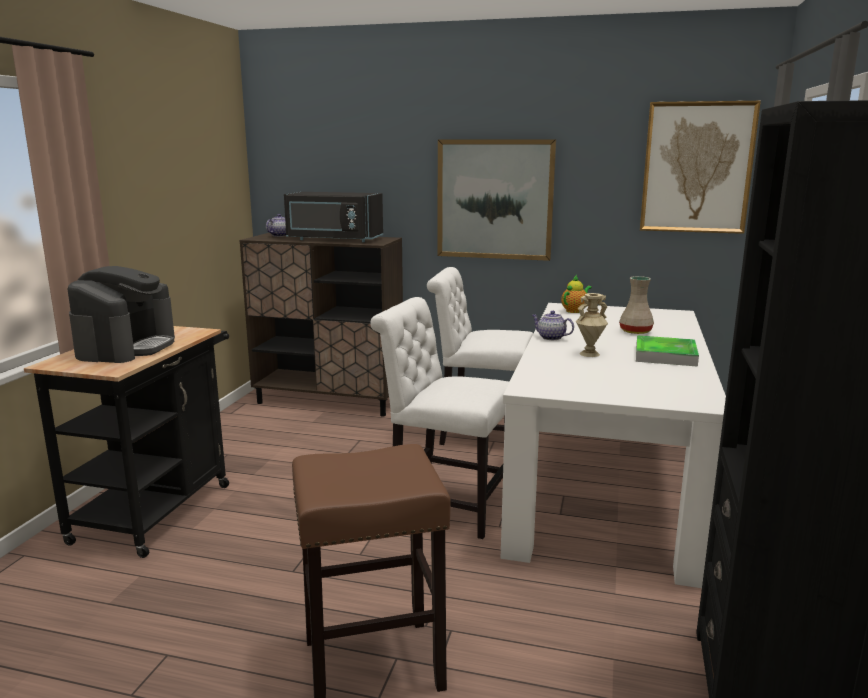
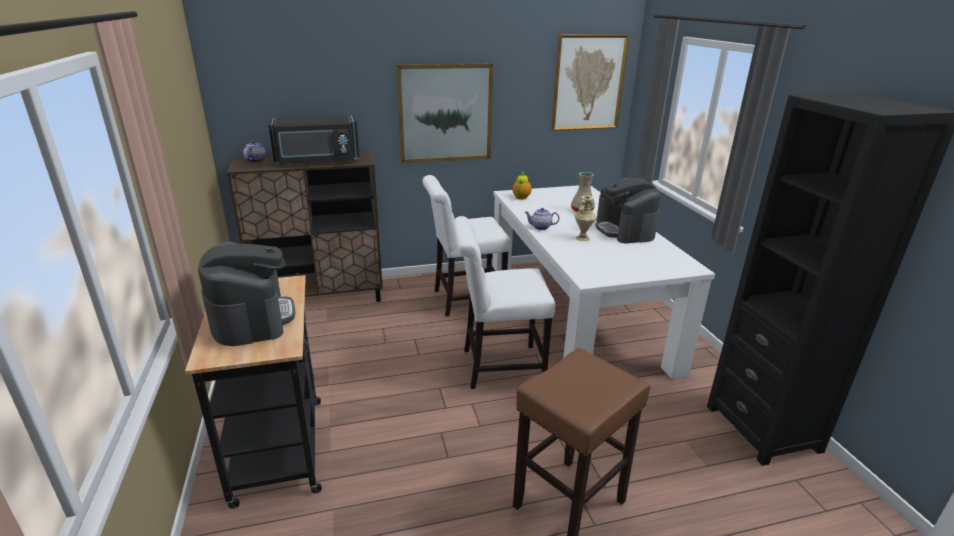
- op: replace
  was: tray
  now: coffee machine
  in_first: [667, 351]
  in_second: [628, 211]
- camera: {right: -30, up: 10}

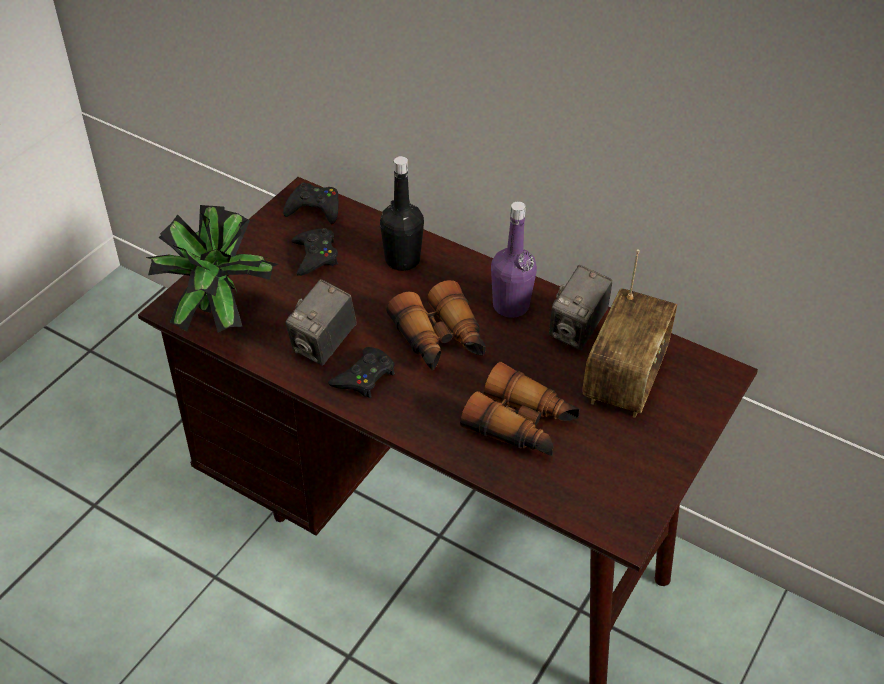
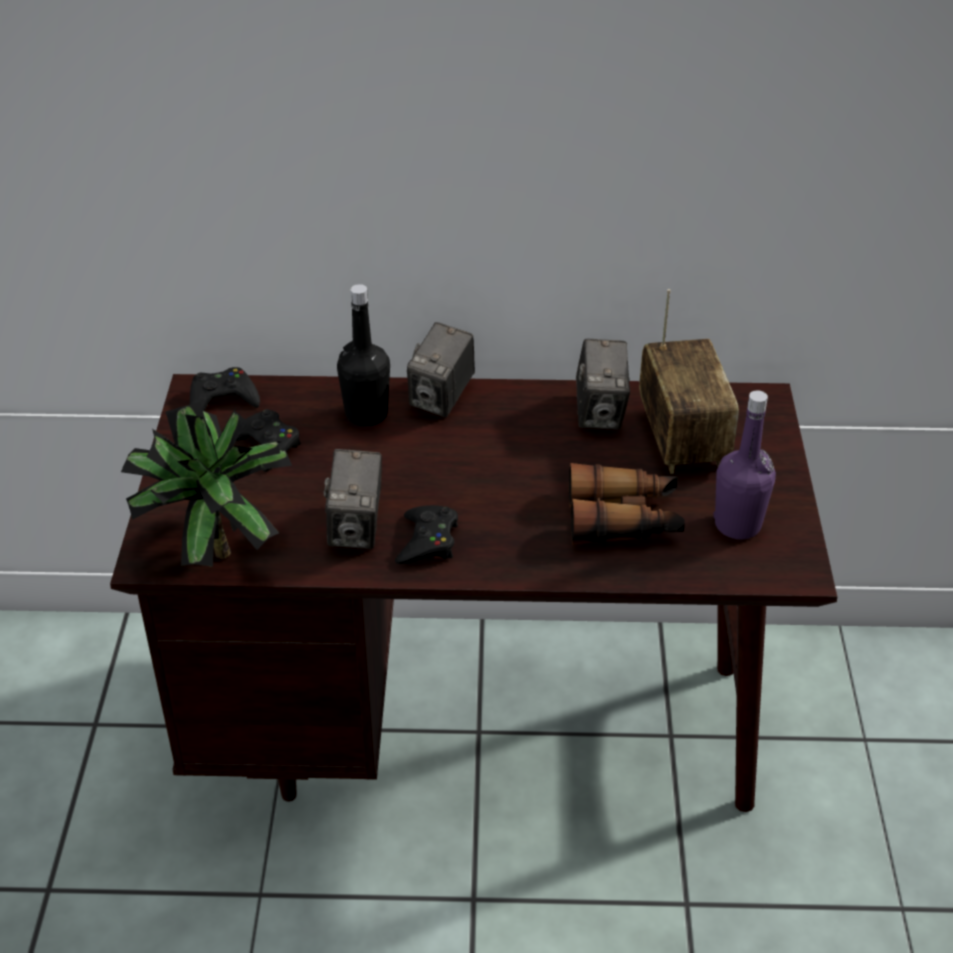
- op: delete
  was: binoculars
  in_first: [436, 325]
- op: insert
  now: photo camera
  in_second: [441, 369]
- op: move
  was: bottle/purple
  in_first: [514, 259]
  in_second: [744, 464]
- camera: {right: -30, up: -5}

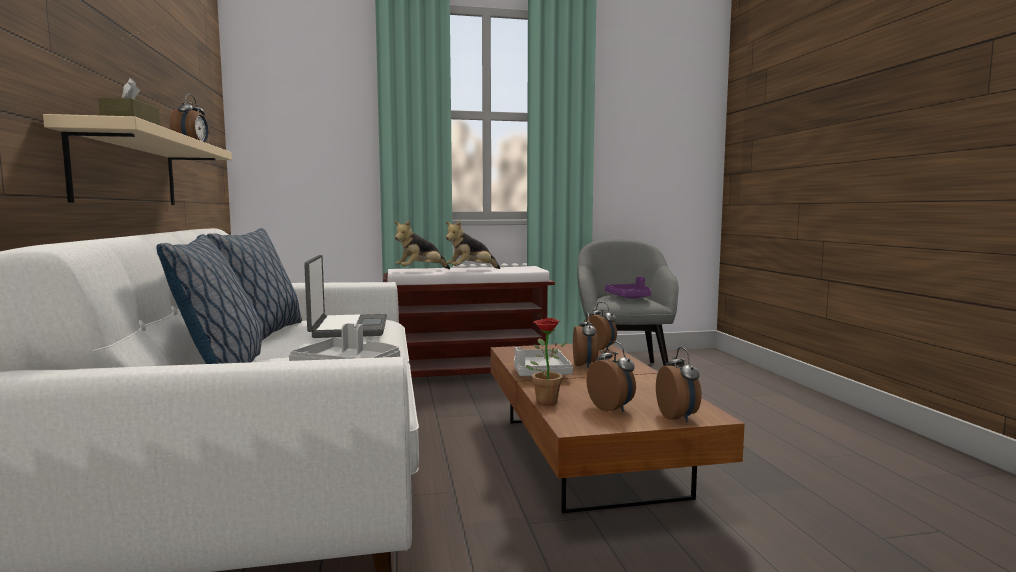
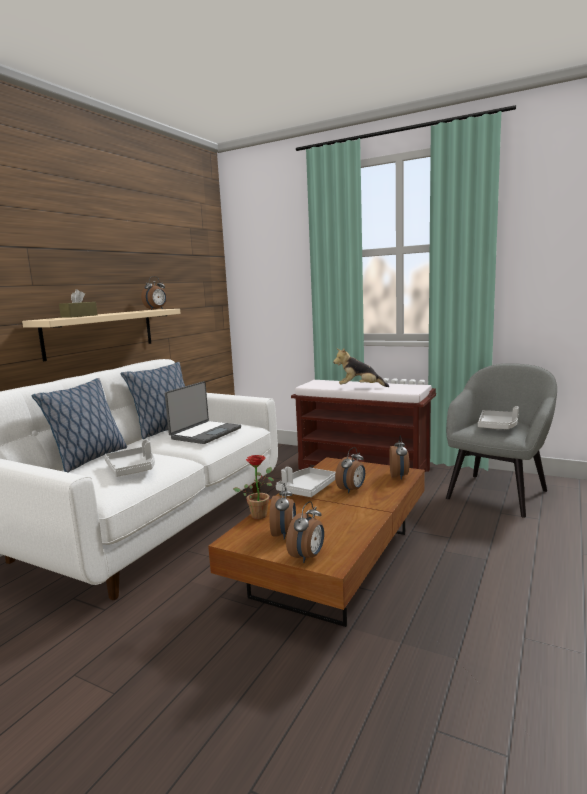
- op: delete
  was: plush toy
  in_first: [422, 244]
- op: recolor
  was: tray/purple
  now: tray/grey
  in_first: [628, 288]
  in_second: [498, 417]
- camera: {right: 40, up: 5}

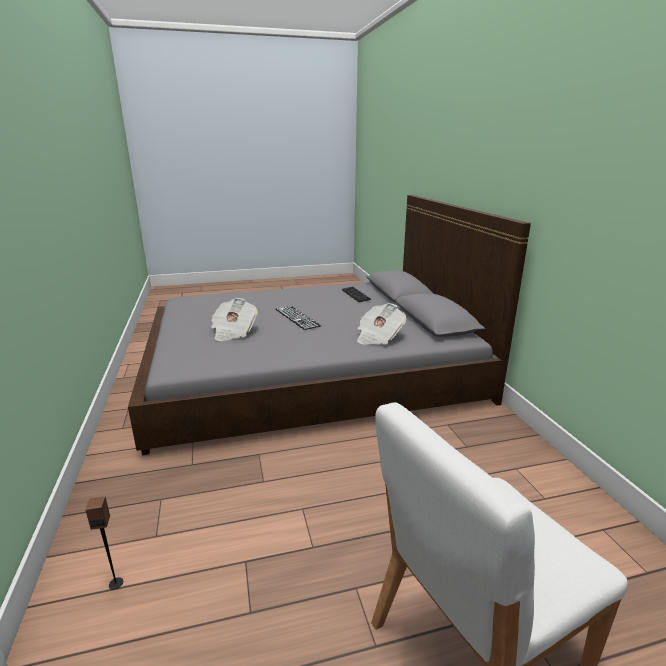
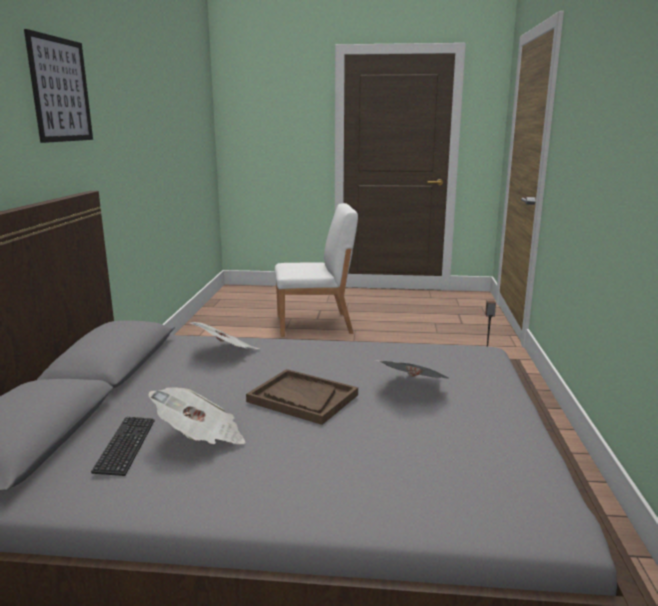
- op: insert
  now: picture
  in_second: [58, 86]
- op: insert
  now: newspaper
  in_second: [197, 415]
- op: replace
  was: keyboard
  now: tray/brown
  in_first: [298, 318]
  in_second: [302, 397]
- camera: {right: -160, up: -5}

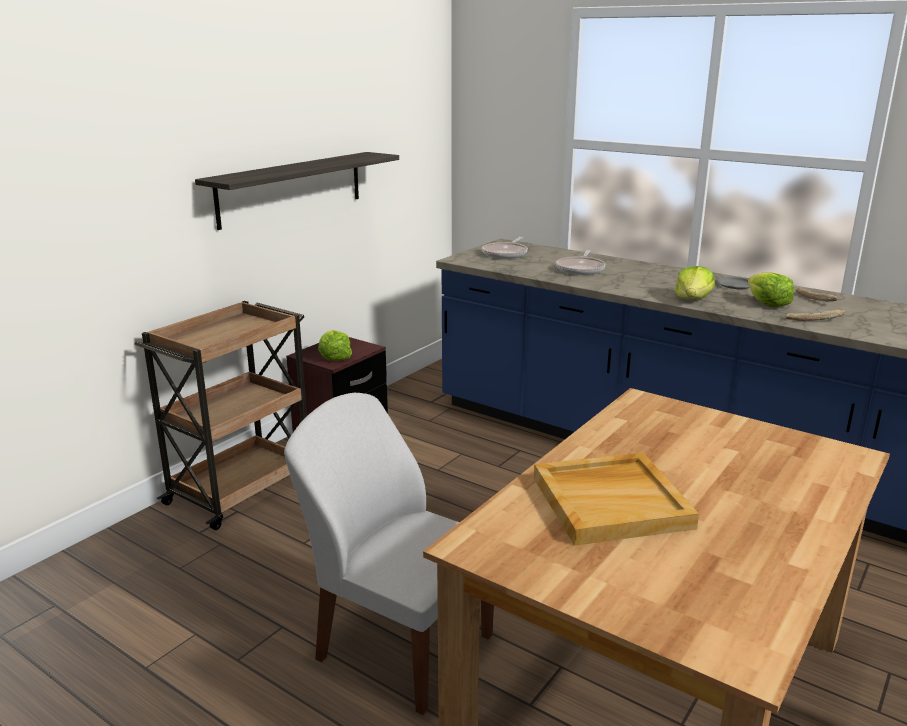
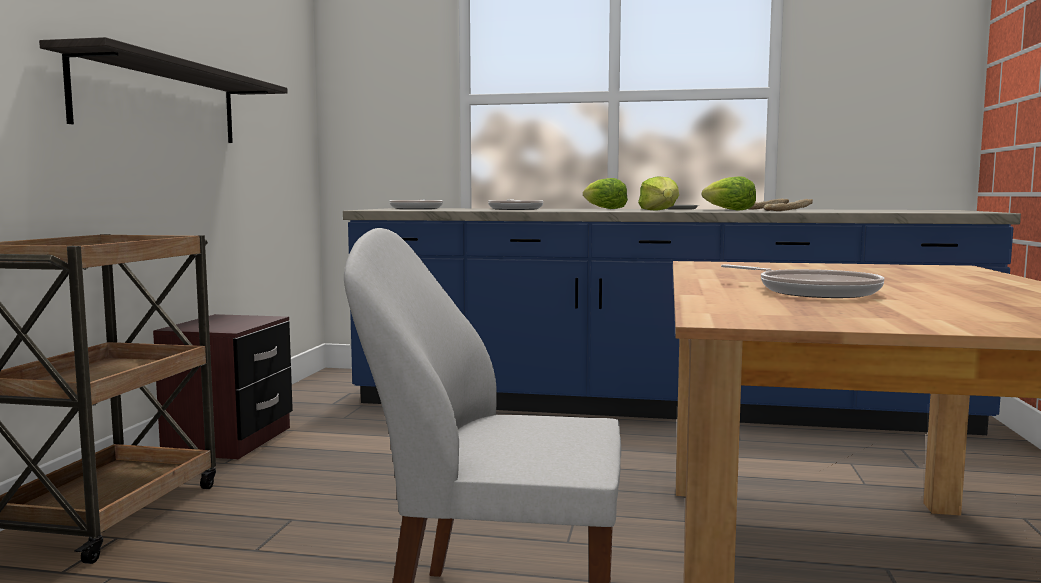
- op: move
  was: lettuce
  in_first: [335, 345]
  in_second: [605, 193]
- op: replace
  was: tray/beige
  now: frying pan
  in_first: [616, 499]
  in_second: [802, 281]
- camera: {right: -25, up: -15}

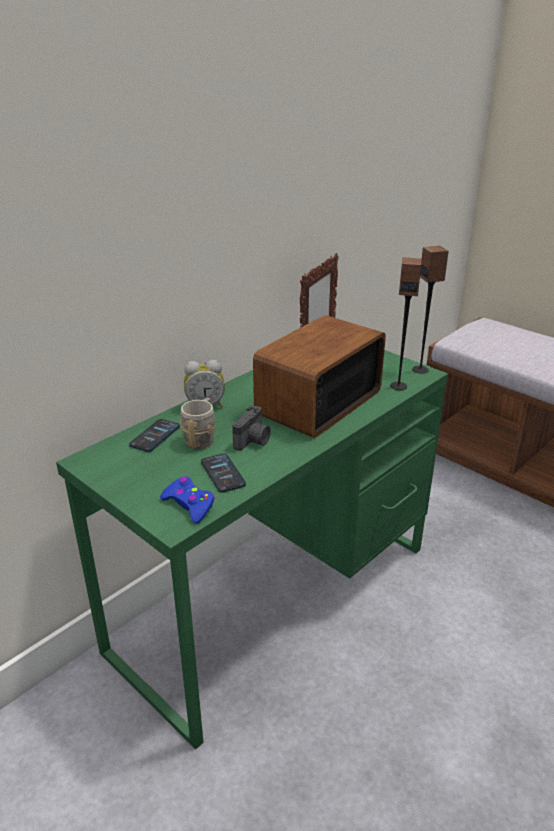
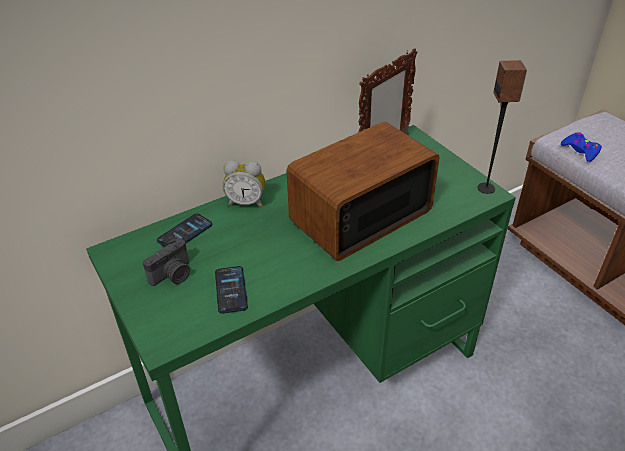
- op: delete
  was: mug/grey
  in_first: [197, 423]
- op: delete
  was: speaker
  in_first: [406, 323]
- op: move
  was: game controller/blue
  in_first: [187, 500]
  in_second: [581, 147]
- op: move
  was: photo camera
  in_first: [251, 428]
  in_second: [166, 262]
- camera: {right: 15, up: 10}

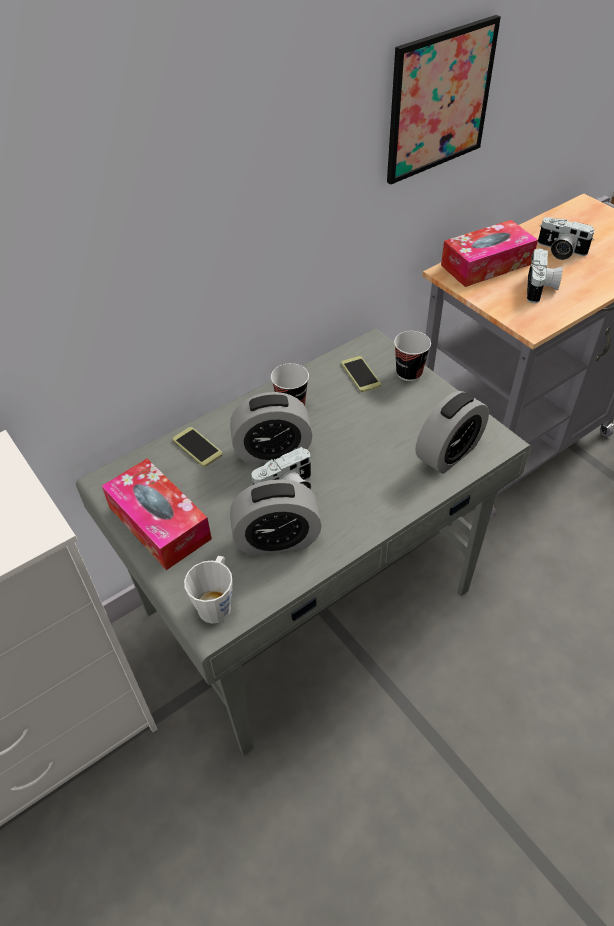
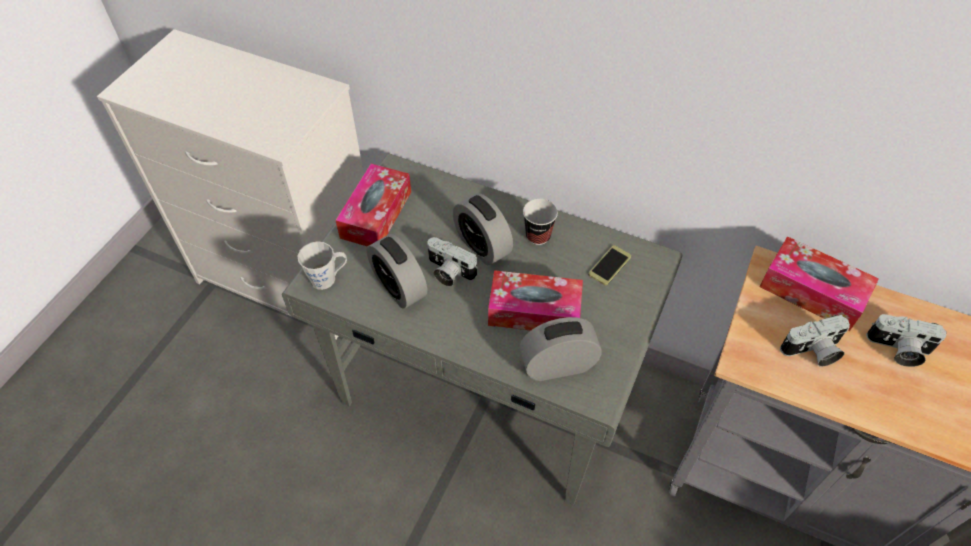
- op: delete
  was: phone
  in_first: [198, 447]
- op: delete
  was: picture
  in_first: [444, 99]
- op: delete
  was: cup
  in_first: [412, 356]
- op: insert
  now: tissue box
  in_second: [535, 300]
- op: rotate
  was: alarm clock
  in_first: [452, 432]
  in_second: [561, 349]
  clockwise: 150
- op: rotate
  was: photo camera
  in_first: [566, 238]
  in_second: [906, 340]
  clockwise: -75
- camera: {right: 60, up: 5}

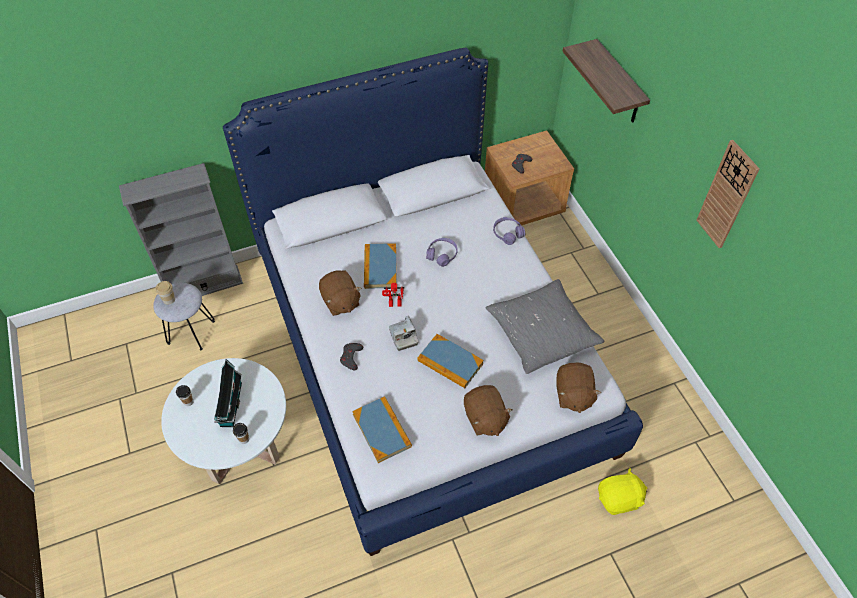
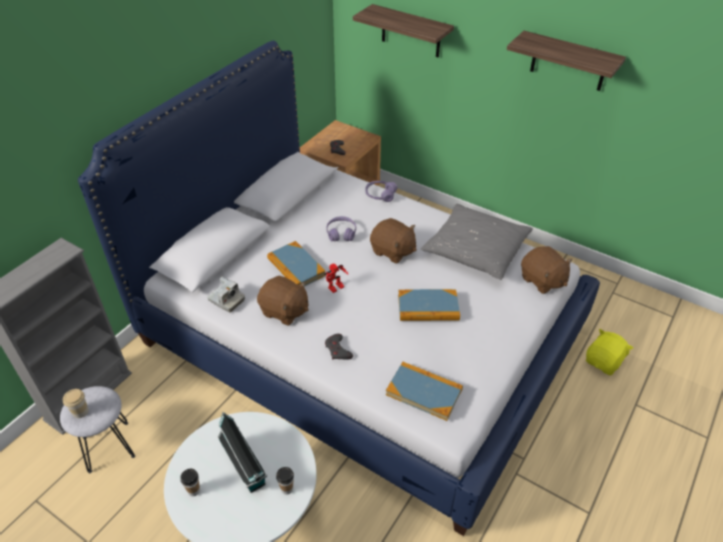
- op: move
  was: photo camera
  in_first: [403, 333]
  in_second: [226, 295]
- op: move
  was: plush toy/brown
  in_first: [488, 410]
  in_second: [393, 241]
- op: replace
  was: wall clock
  now: shelf
  in_first: [728, 194]
  in_second: [566, 61]
- camera: {right: -35, up: -10}

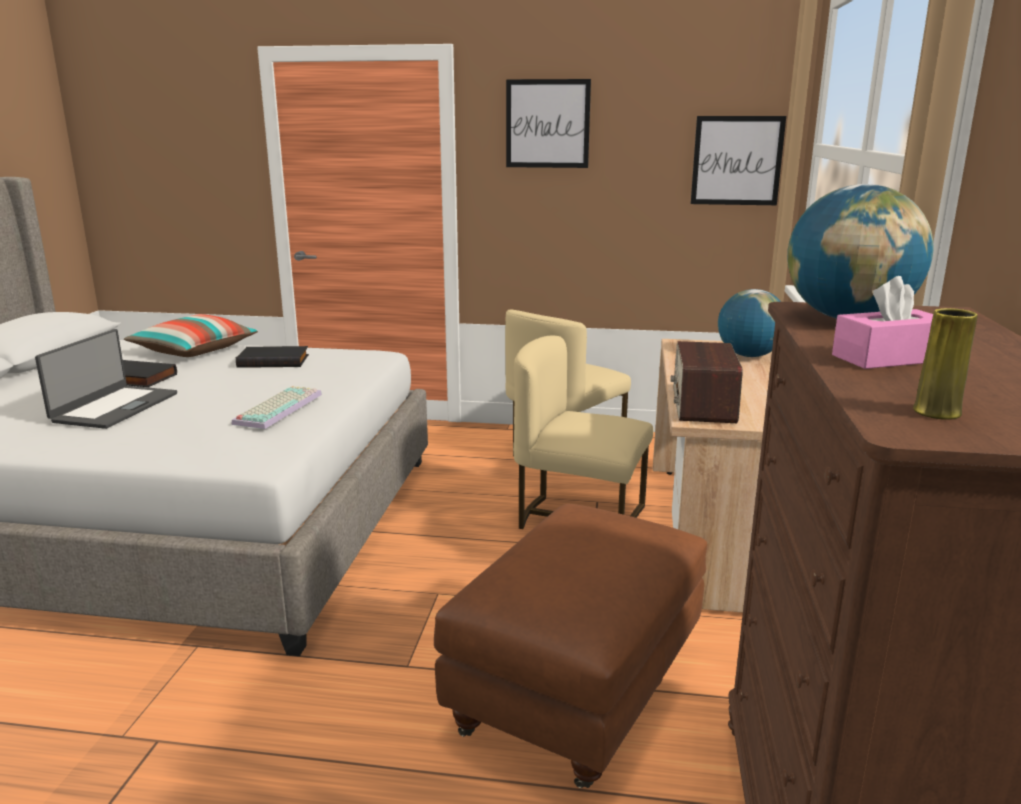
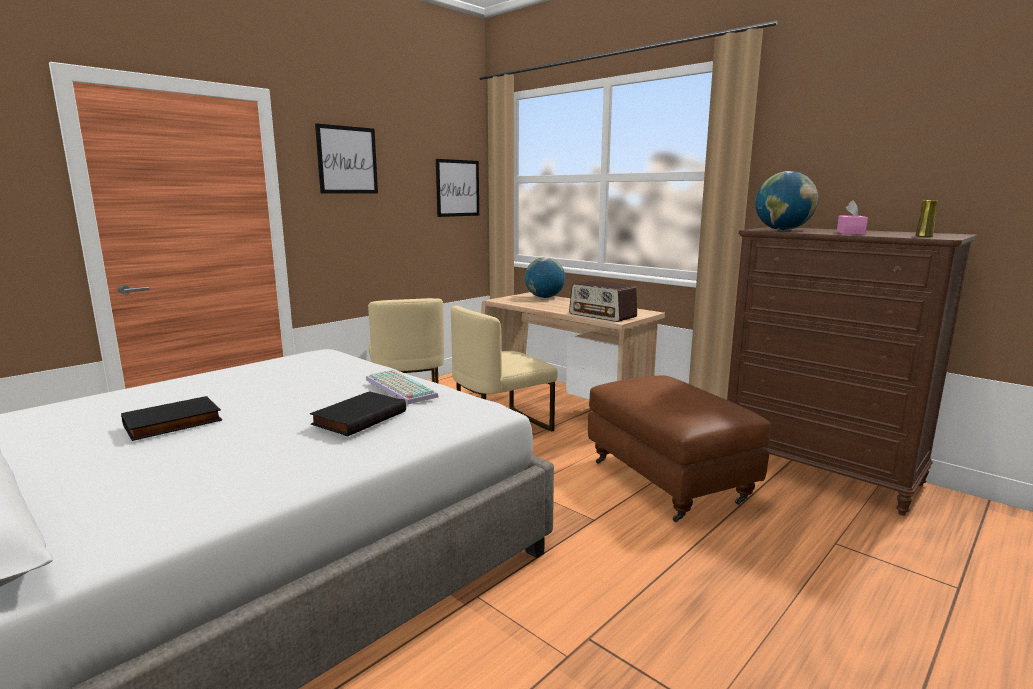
- op: delete
  was: laptop
  in_first: [106, 379]
- op: delete
  was: pillow
  in_first: [191, 335]
- op: move
  was: book/black
  in_first: [272, 357]
  in_second: [358, 414]
- camera: {right: -55, up: -5}

